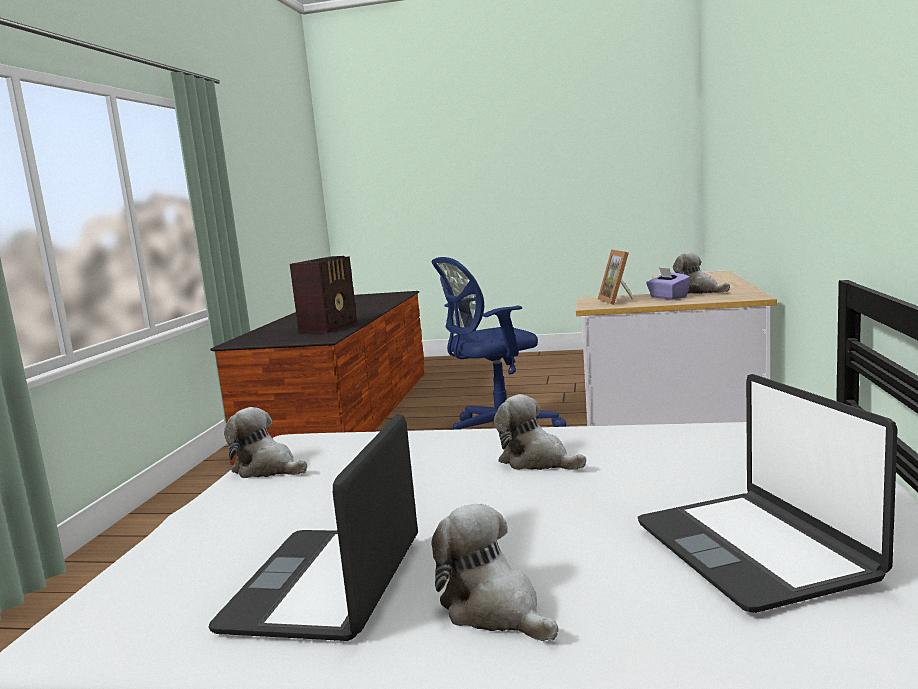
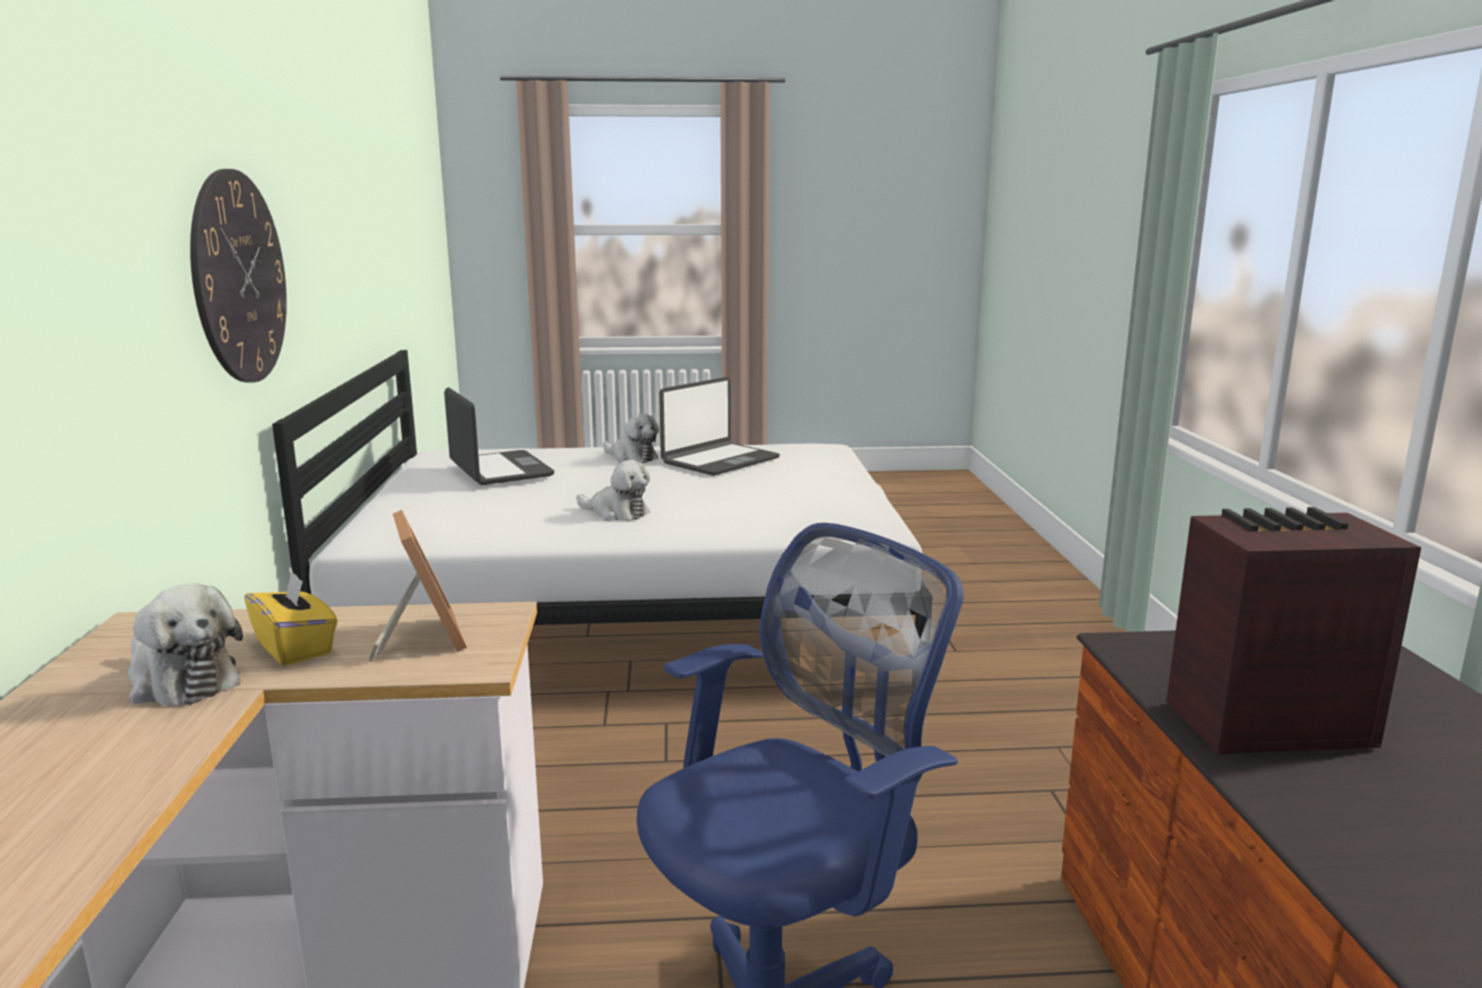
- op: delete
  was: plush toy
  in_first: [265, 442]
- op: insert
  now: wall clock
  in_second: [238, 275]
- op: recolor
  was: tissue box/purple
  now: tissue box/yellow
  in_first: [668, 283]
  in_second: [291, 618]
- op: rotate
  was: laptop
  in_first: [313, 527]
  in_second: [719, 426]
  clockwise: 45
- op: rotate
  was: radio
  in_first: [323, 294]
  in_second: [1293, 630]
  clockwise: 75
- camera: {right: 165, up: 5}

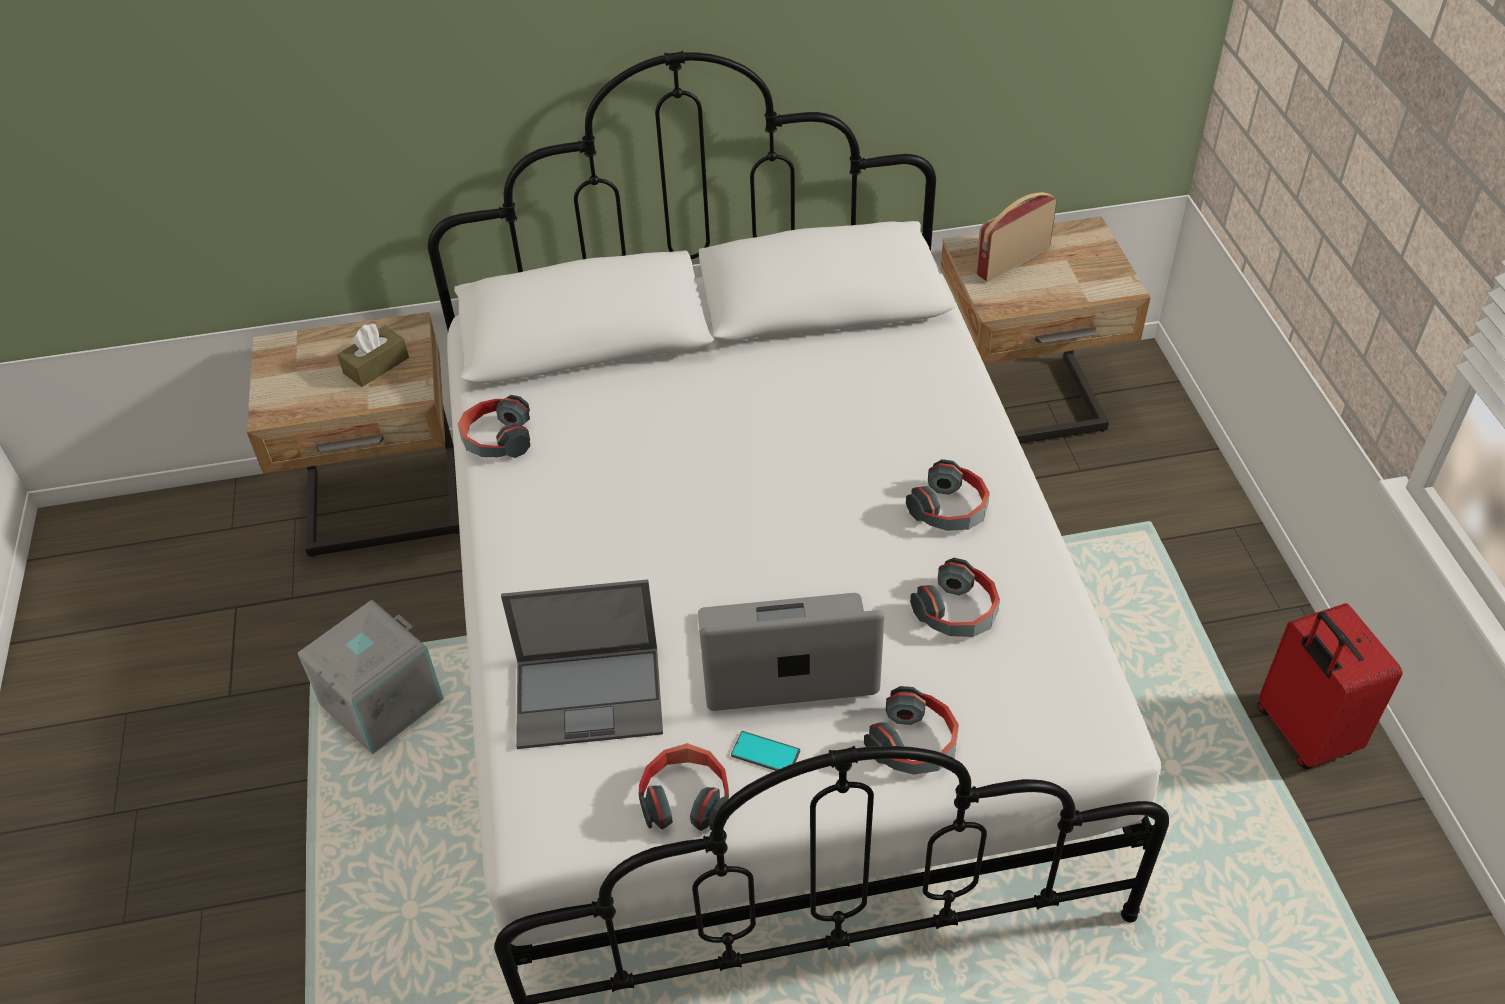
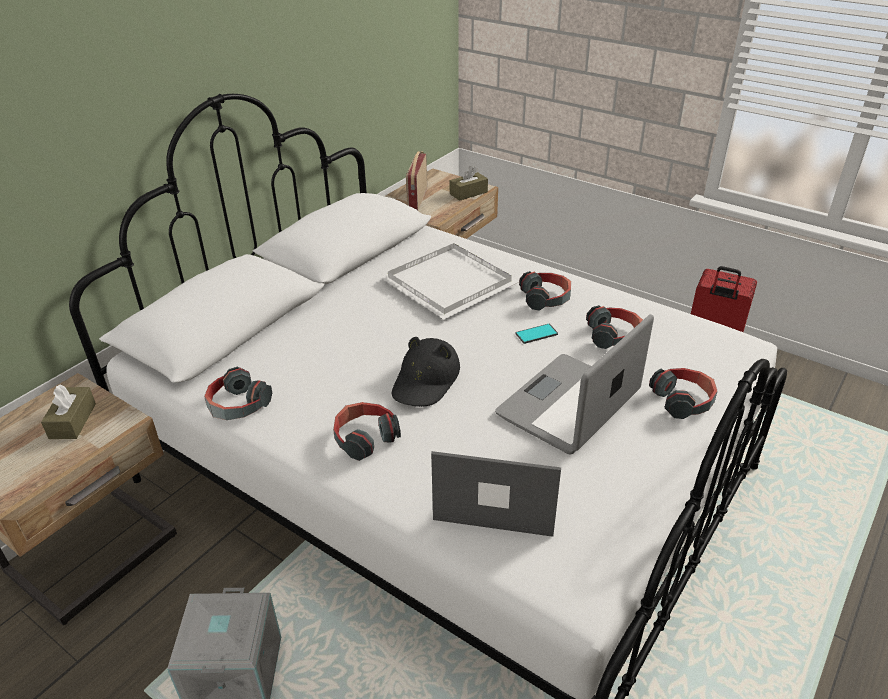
- op: insert
  now: tray/white
  in_second: [449, 281]
- op: insert
  now: hat/black
  in_second: [425, 372]
- op: insert
  now: tissue box/brown
  in_second: [469, 183]
- op: move
  was: headphones
  in_first: [684, 787]
  in_second: [367, 431]
- op: move
  was: phone
  in_first: [765, 751]
  in_second: [537, 334]
- op: rotate
  was: laptop
  in_first: [582, 664]
  in_second: [496, 494]
  clockwise: -120
- camera: {right: -45, up: -10}

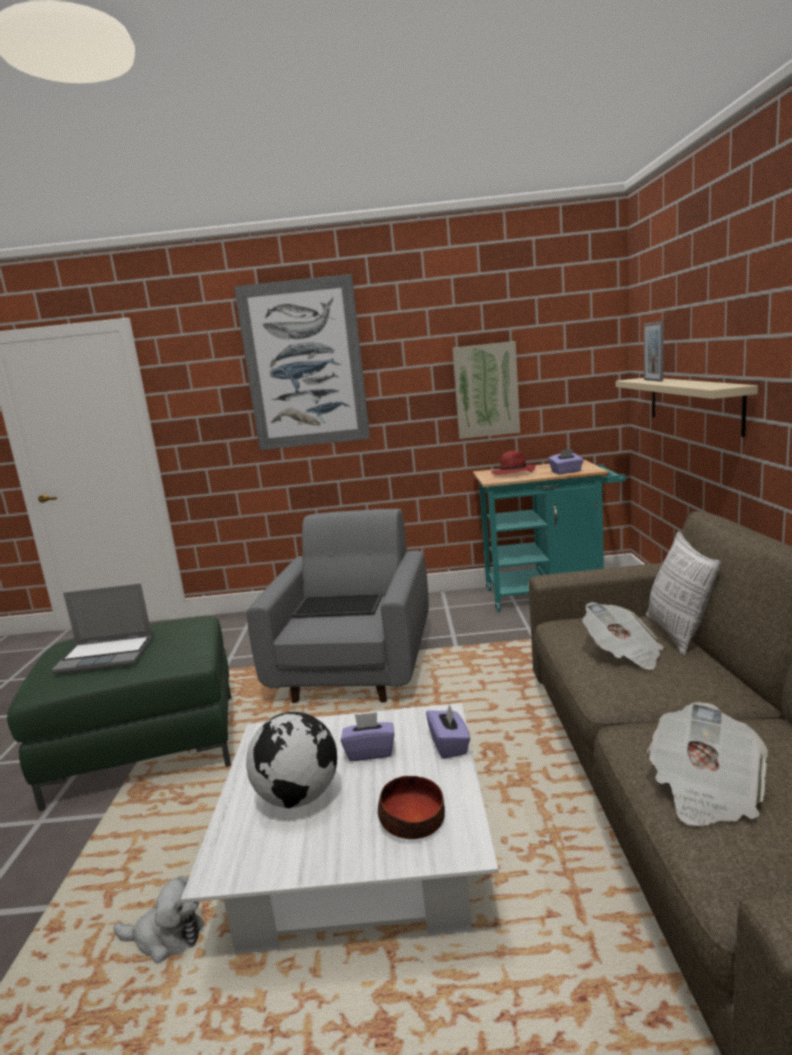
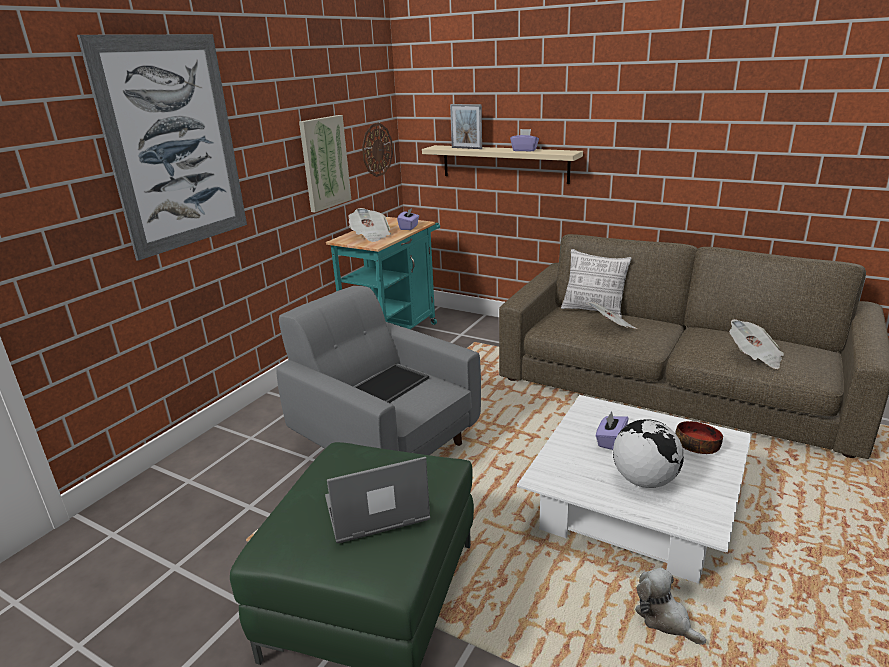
- op: insert
  now: wall clock
  in_second: [377, 150]
- op: move
  was: tissue box/purple
  in_first: [448, 731]
  in_second: [524, 140]
- op: replace
  was: hat/red
  now: newspaper
  in_first: [513, 463]
  in_second: [369, 225]
- op: rotate
  was: laptop
  in_first: [102, 629]
  in_second: [378, 500]
  clockwise: -135
- op: rotate
  was: plush toy
  in_first: [158, 920]
  in_second: [670, 606]
  clockwise: -75
- camera: {right: -60, up: 10}

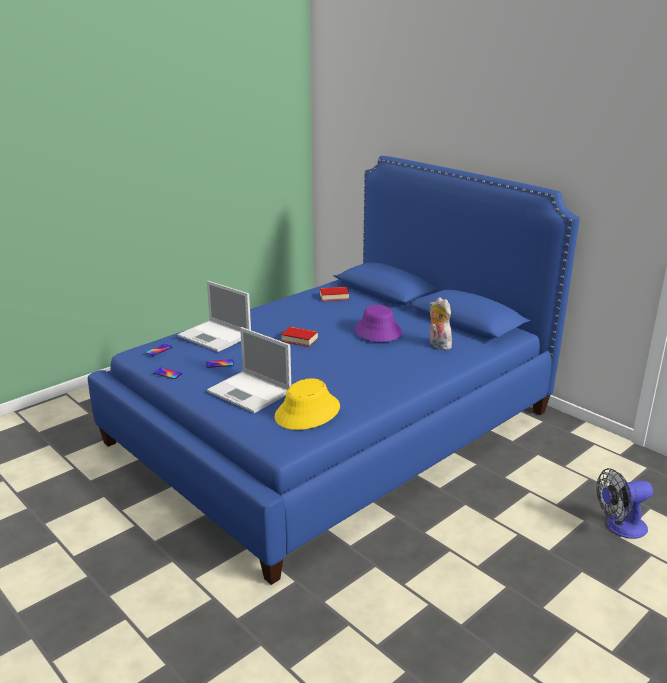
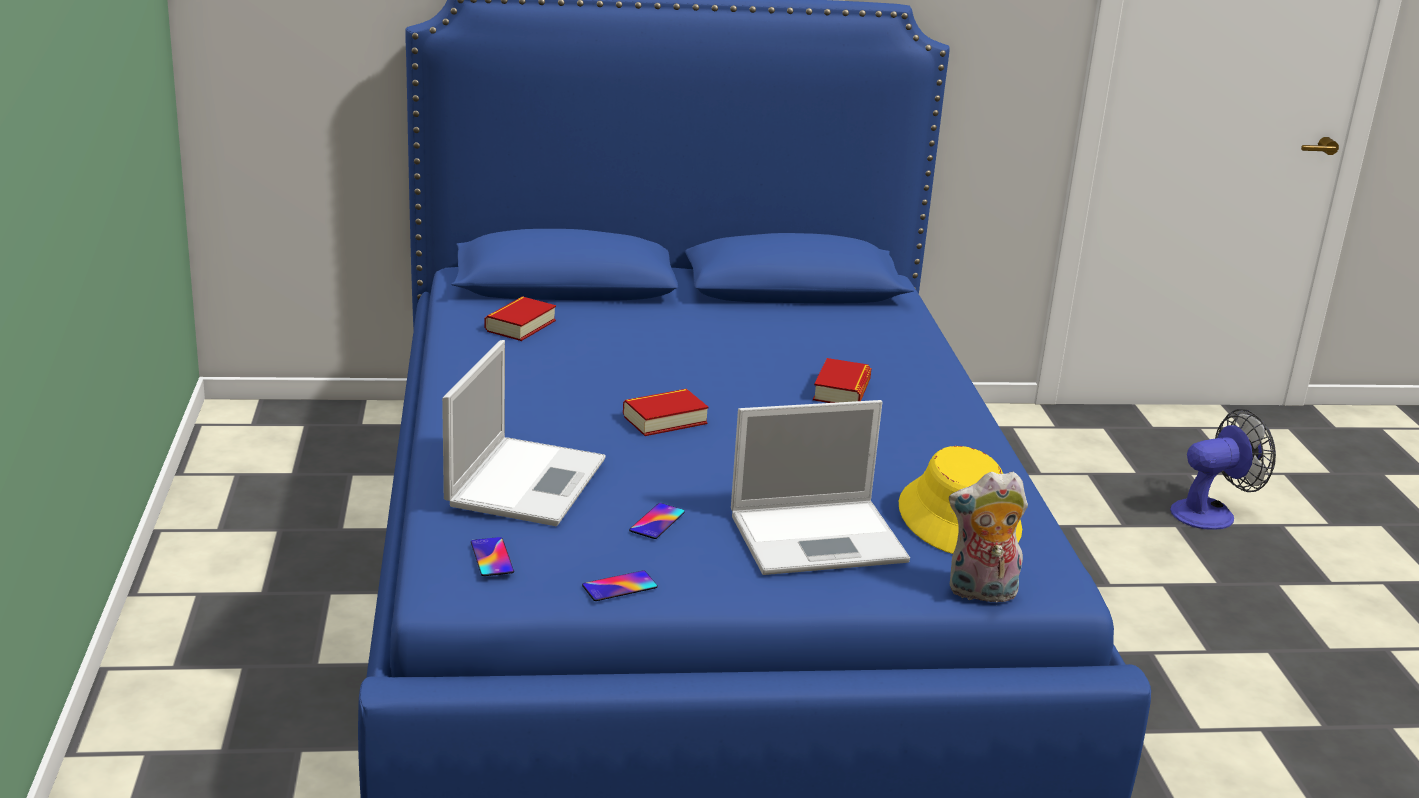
- op: delete
  was: hat/purple
  in_first: [378, 323]
- op: insert
  now: book
  in_second: [842, 380]
- op: move
  was: plush toy
  in_first: [442, 323]
  in_second: [988, 538]
- op: rotate
  was: laptop
  in_first: [214, 316]
  in_second: [524, 433]
  clockwise: -60
- op: rotate
  was: fan
  in_first: [624, 503]
  in_second: [1223, 469]
  clockwise: -135
- camera: {right: -55, up: 0}

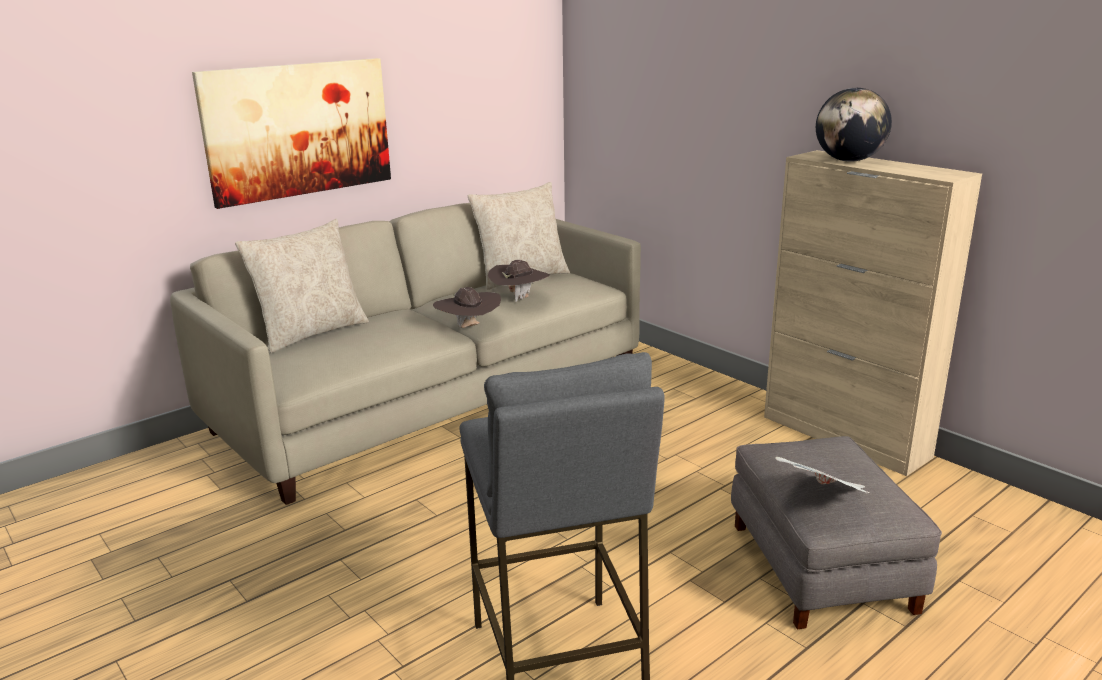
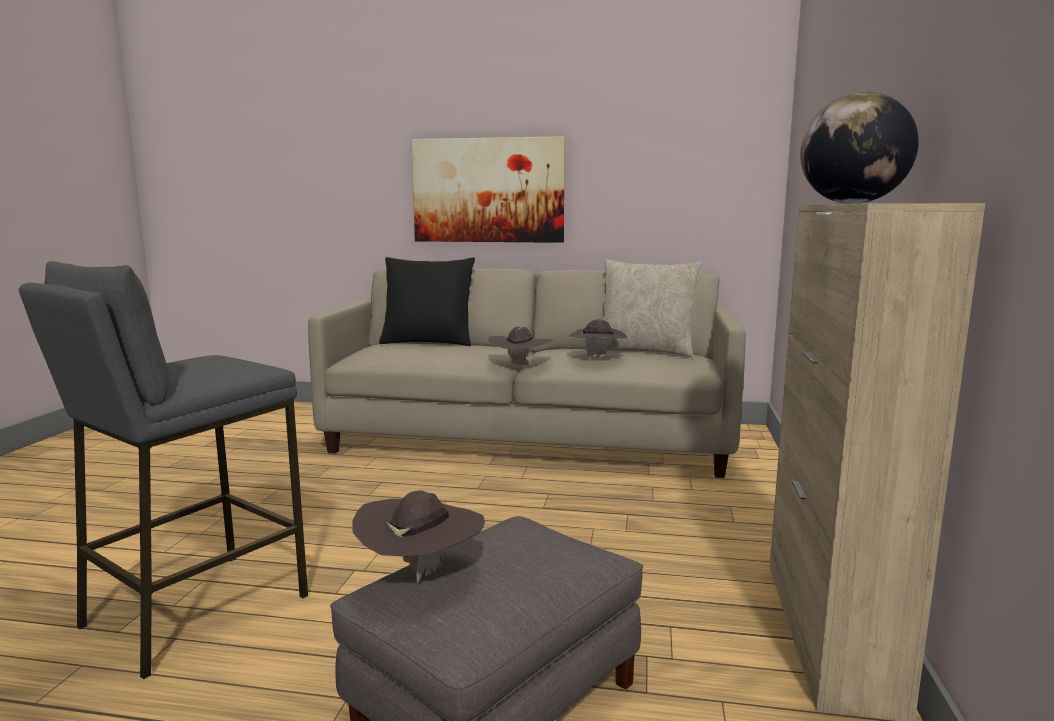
- op: replace
  was: newspaper
  now: hat/brown
  in_first: [822, 475]
  in_second: [419, 536]
- op: recolor
  was: pillow/beige
  now: pillow/black
  in_first: [302, 286]
  in_second: [427, 301]
- camera: {right: 50, up: -10}

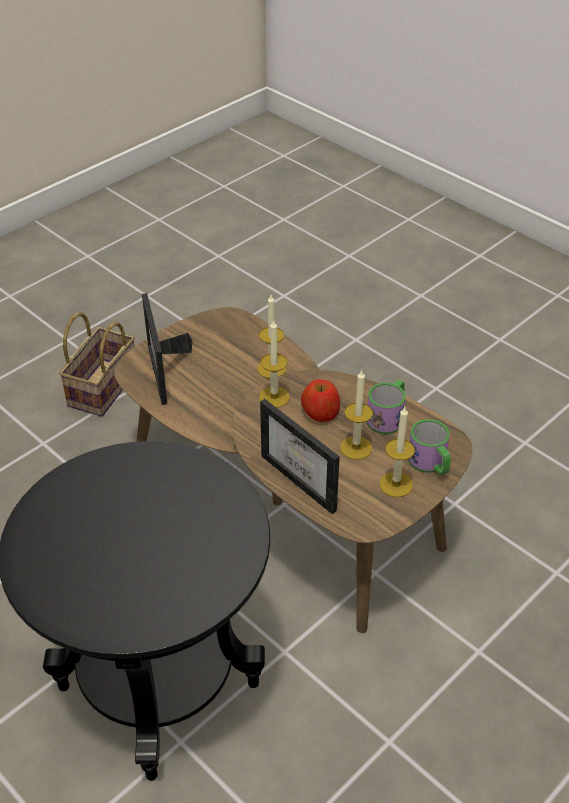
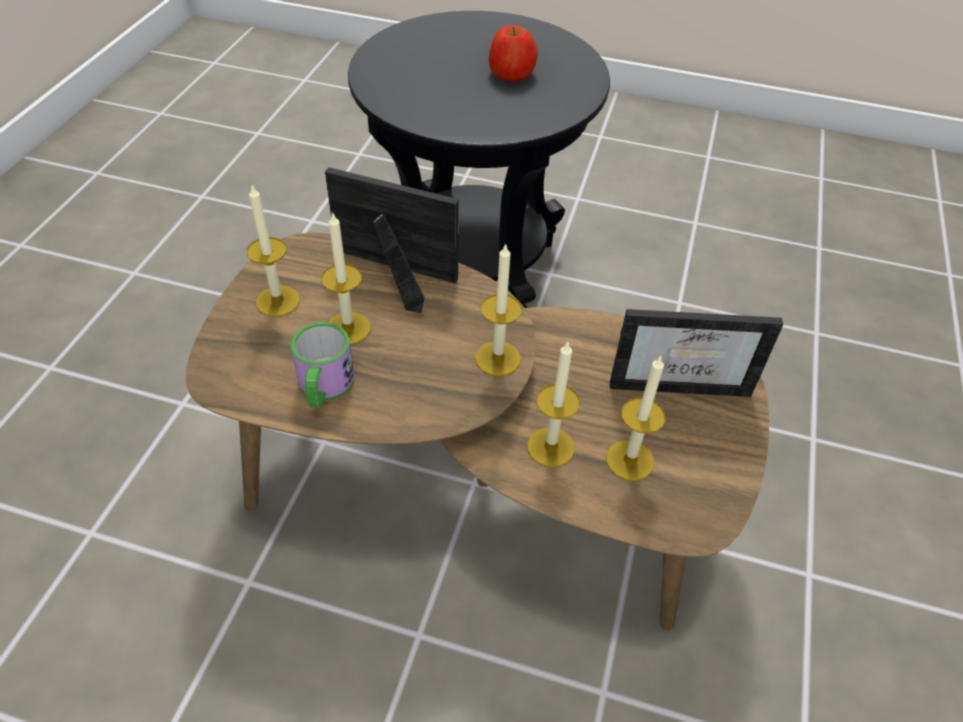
- op: delete
  was: basket
  in_first: [97, 364]
- op: delete
  was: mug
  in_first: [429, 447]
- op: insert
  now: candle
  in_second: [636, 418]
- op: move
  was: apple
  in_first: [320, 400]
  in_second: [513, 53]
- op: rotate
  was: picture frame
  in_first: [167, 349]
  in_second: [696, 353]
  clockwise: 135
- camera: {right: 150, up: 5}

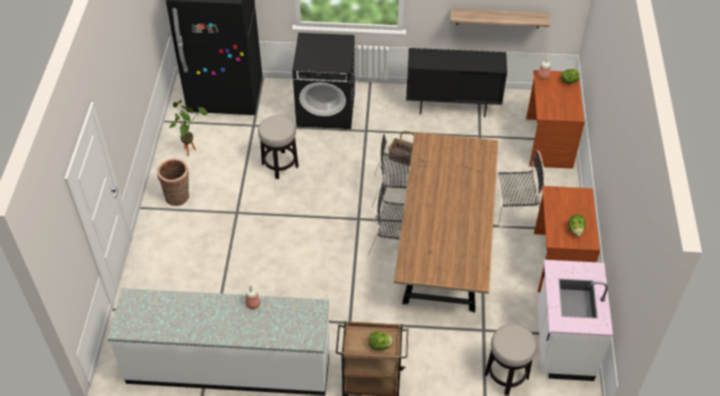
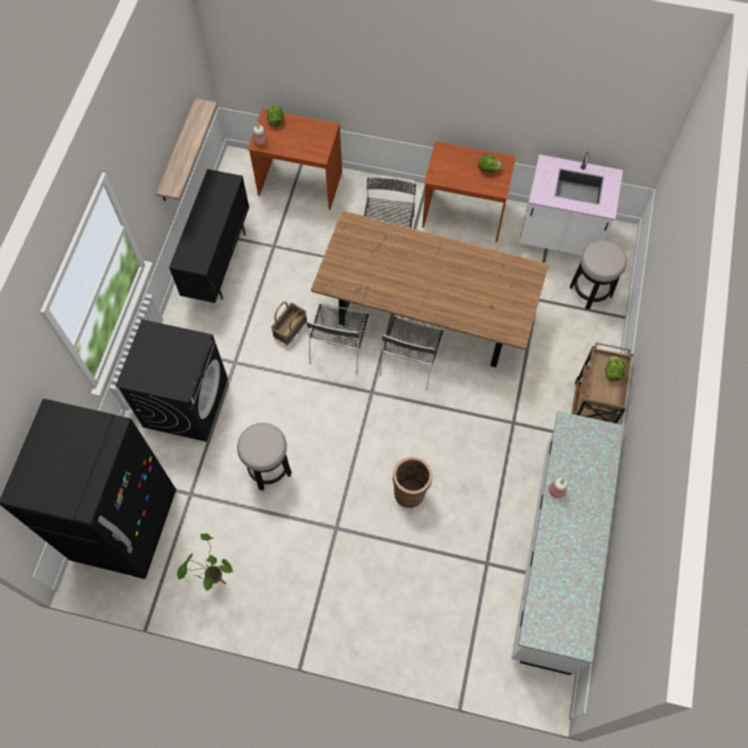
- op: move
  was: basket
  in_first: [173, 182]
  in_second: [412, 482]
- camera: {right: -80, up: 15}

